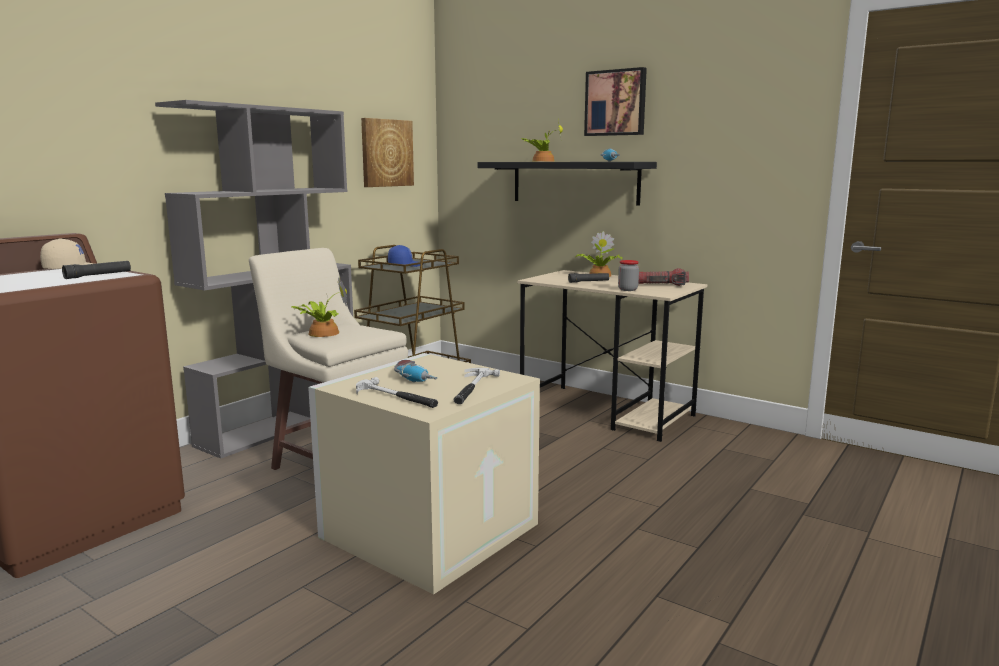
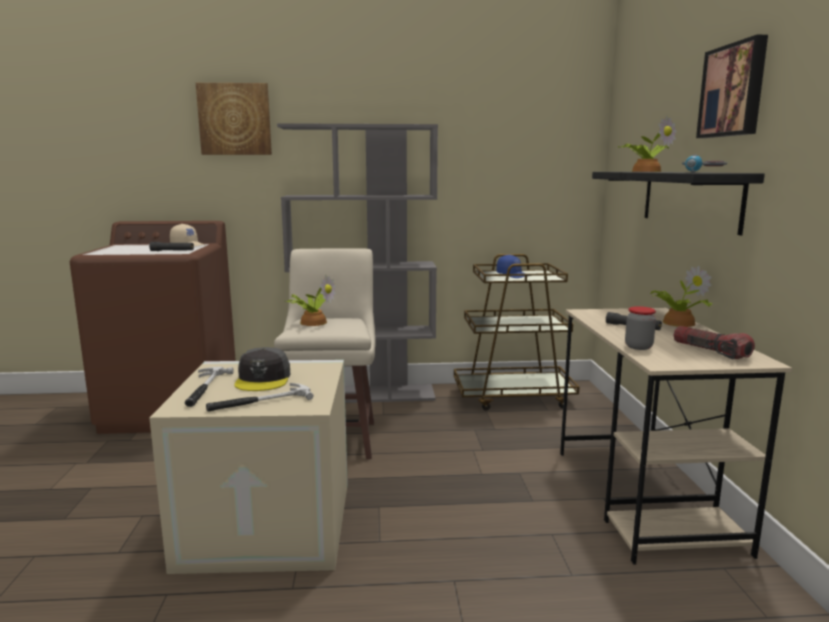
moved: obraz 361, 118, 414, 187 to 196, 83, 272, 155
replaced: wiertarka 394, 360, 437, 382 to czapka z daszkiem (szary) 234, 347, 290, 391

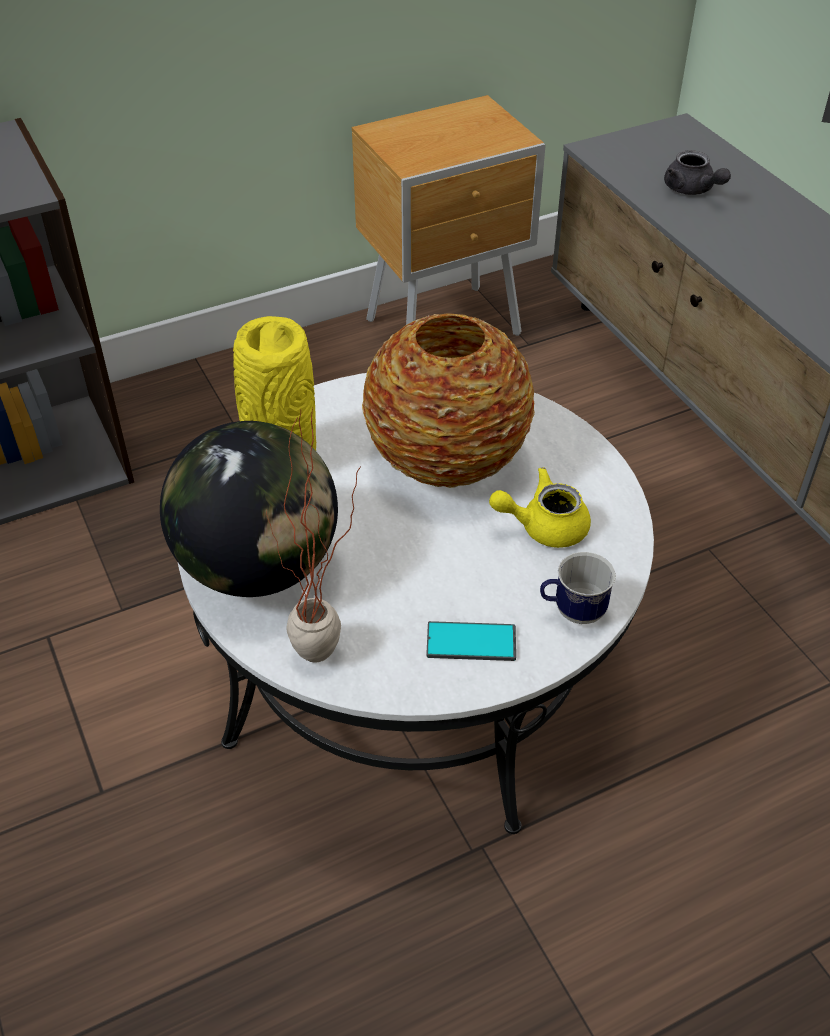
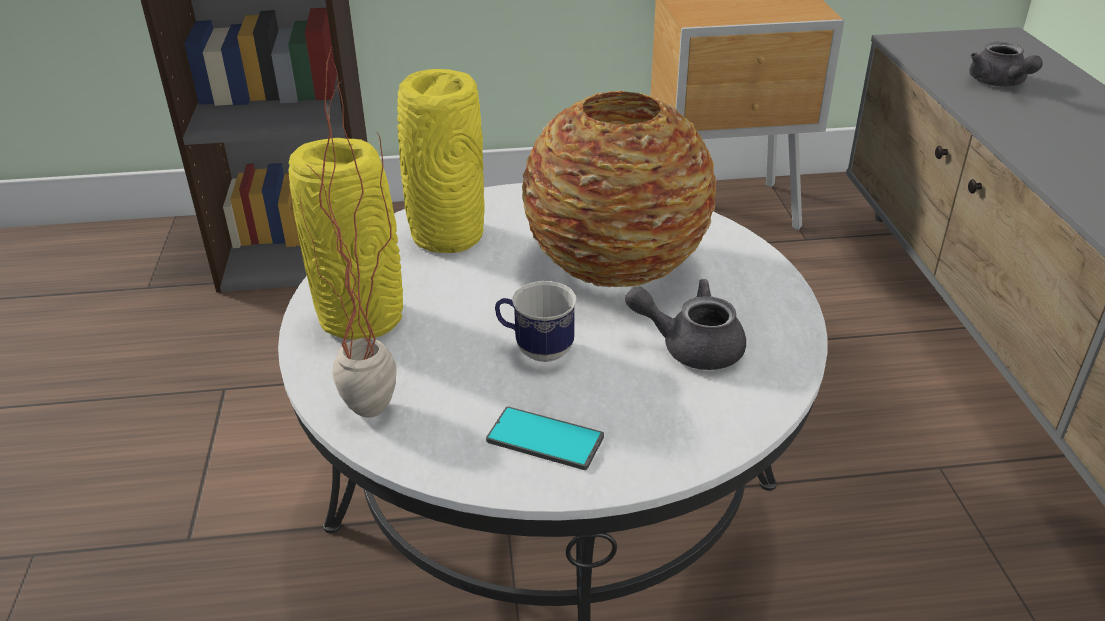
moved: kubek 540, 552, 616, 624 to 495, 281, 577, 362
replaced: globus 160, 421, 338, 597 to wazon (żółty) 288, 138, 403, 340
recoloured: imbryk (żółty) 489, 467, 591, 548 to imbryk (szary) 625, 279, 746, 370

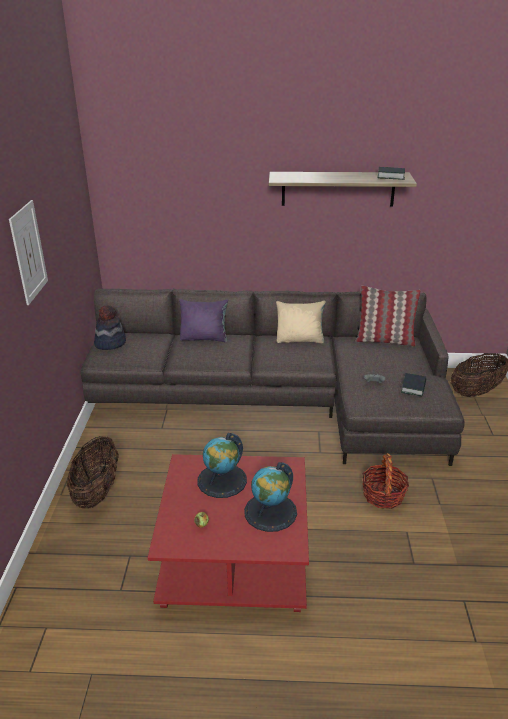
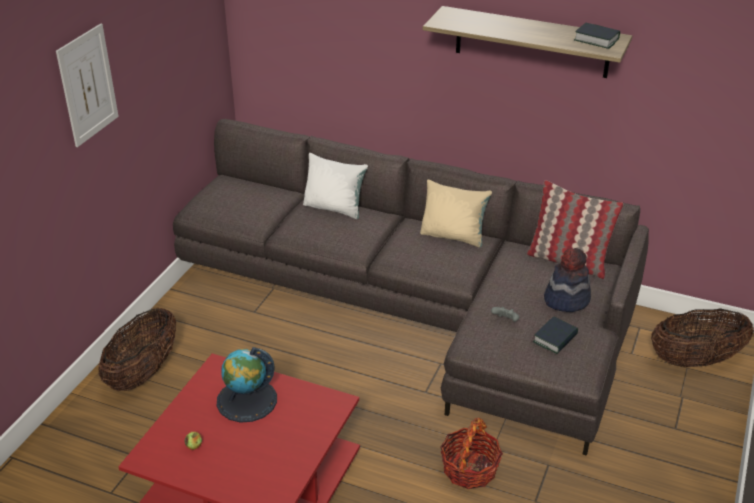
removed: globus 244, 462, 297, 532
moved: kapelusz 94, 305, 126, 350 to 544, 248, 591, 312
recoloured: poduszka (fioletowy) 179, 299, 228, 342 to poduszka (biały) 303, 153, 368, 219

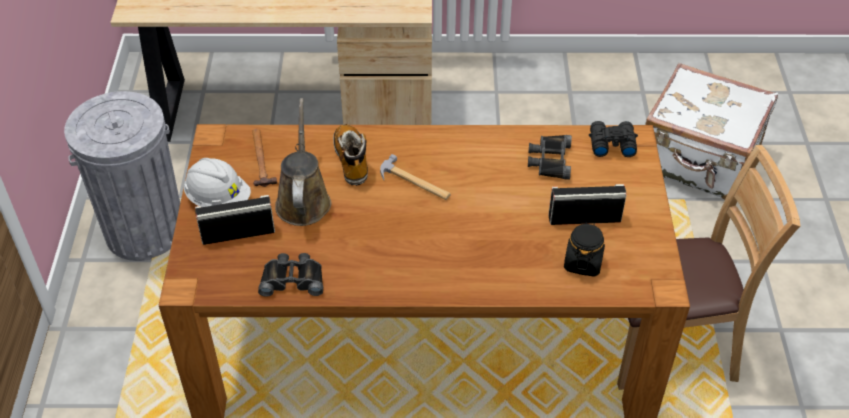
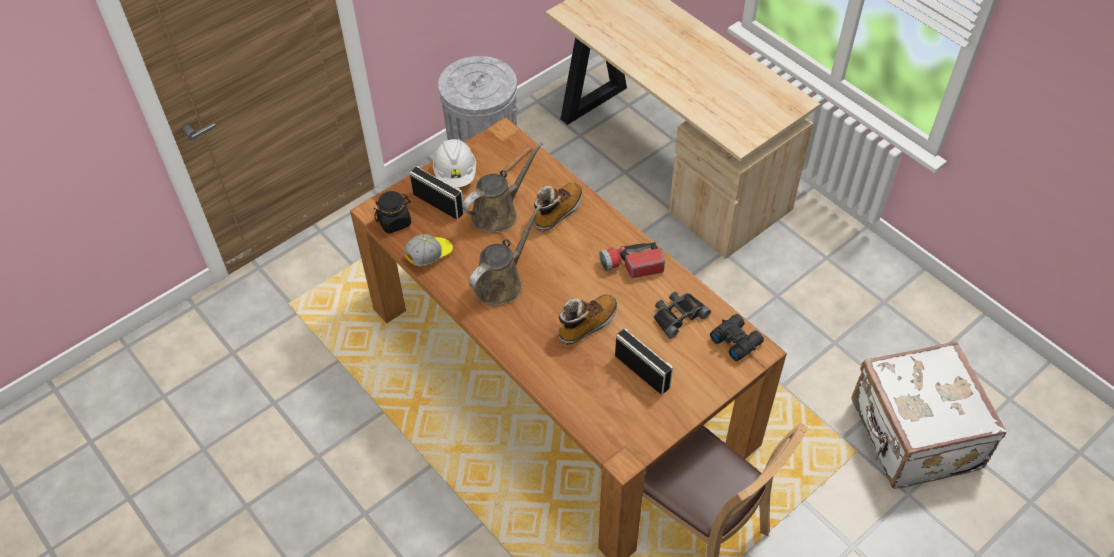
removed: młotek 380, 154, 451, 200
added: konewka (brązowy) 469, 205, 542, 306; but z cholewką 558, 294, 618, 345; latarka 599, 242, 665, 278
moved: słoik (czarny) 564, 222, 605, 276 to 374, 191, 411, 234
replaced: lornetka (czarny) 258, 253, 323, 297 to czapka z daszkiem 404, 234, 453, 266

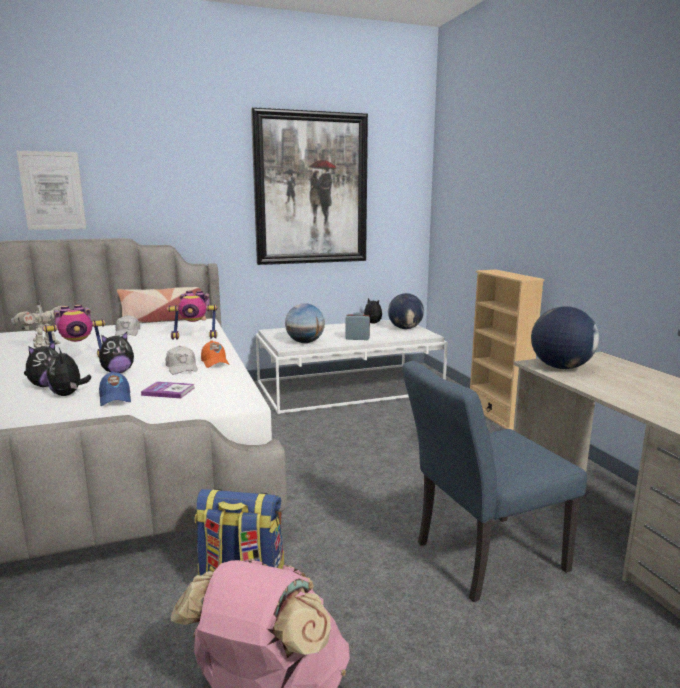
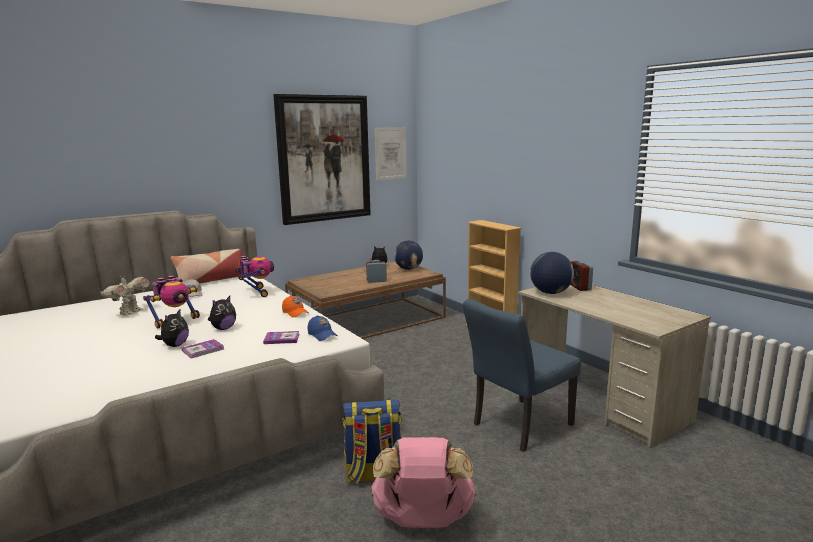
removed: czapka z daszkiem (biały) 166, 346, 198, 375; globus 285, 303, 325, 343
added: budzik 570, 260, 593, 291
moved: czapka z daszkiem (niebieski) 99, 371, 131, 406 to 307, 315, 337, 341; obraz 17, 151, 86, 230 to 375, 127, 407, 180
replaced: pluszak 46, 348, 91, 396 to książka 181, 339, 224, 359
recoloured: ława (biały) 256, 320, 448, 414 to ława (brązowy) 285, 262, 446, 339
turned: robot zabawkowy 167, 290, 218, 340 = 235, 256, 275, 297 90 degrees counterclockwise

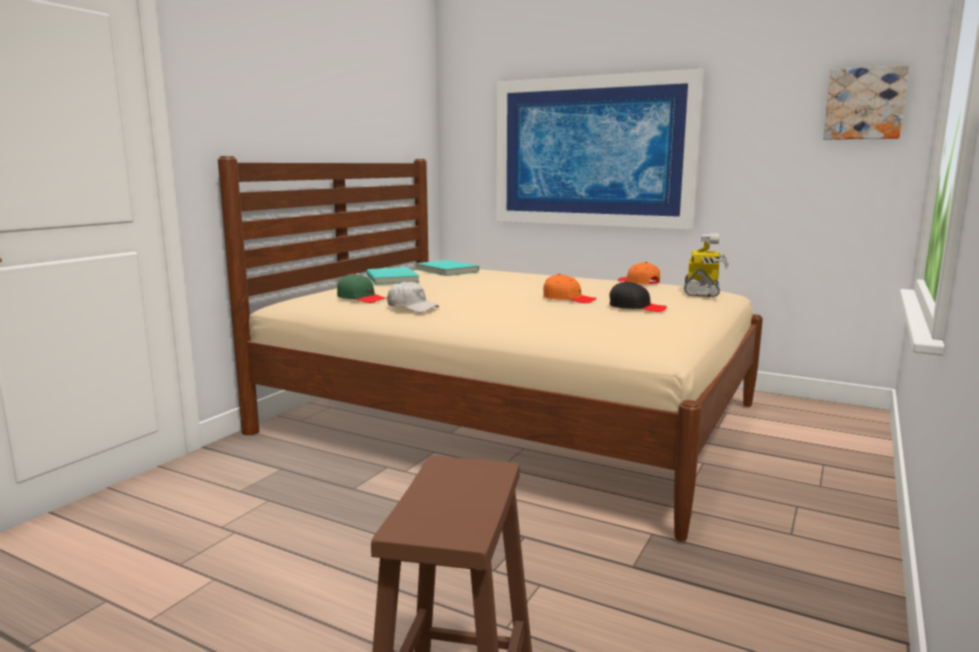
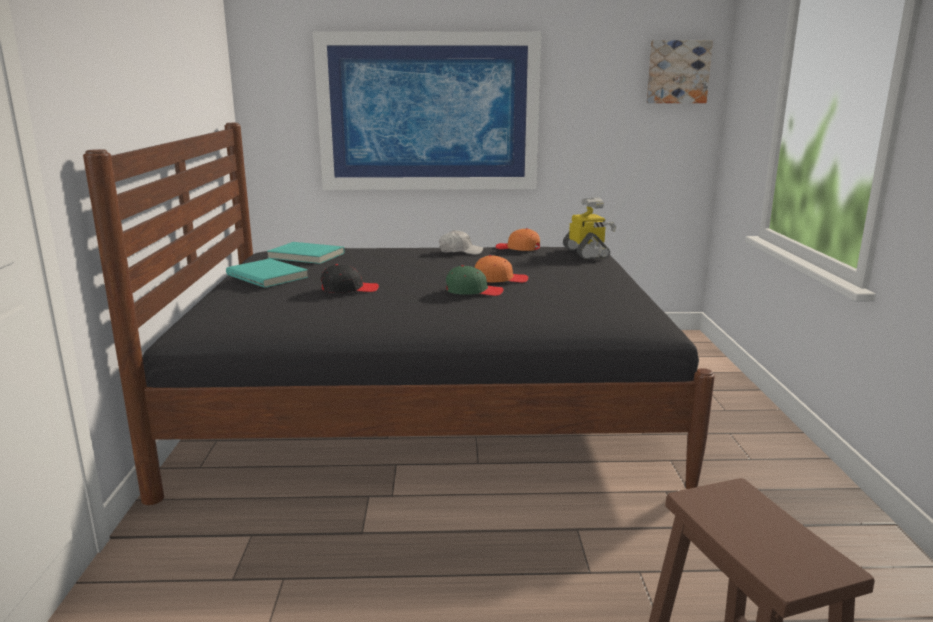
moved: czapka z daszkiem (czarny) 609, 281, 667, 312 to 321, 264, 379, 293; czapka z daszkiem (biały) 387, 281, 439, 313 to 439, 230, 483, 255; czapka z daszkiem (zielony) 337, 273, 387, 303 to 446, 265, 504, 296
recoloured: łóżko (beżowy) 218, 156, 763, 541 to łóżko (czarny) 83, 123, 715, 505

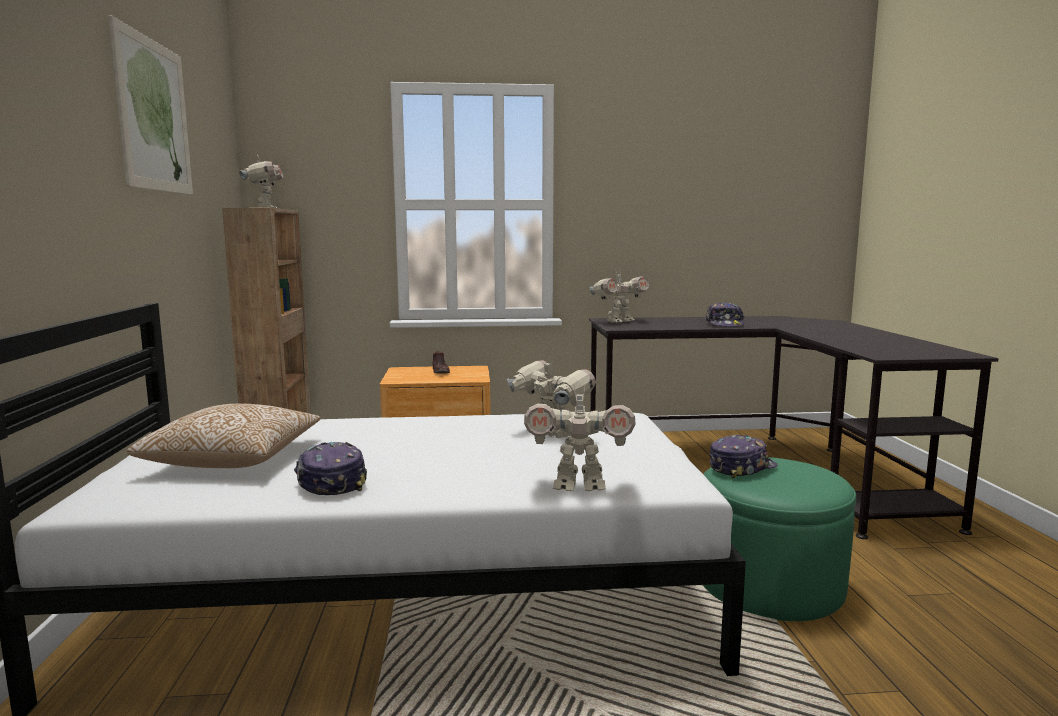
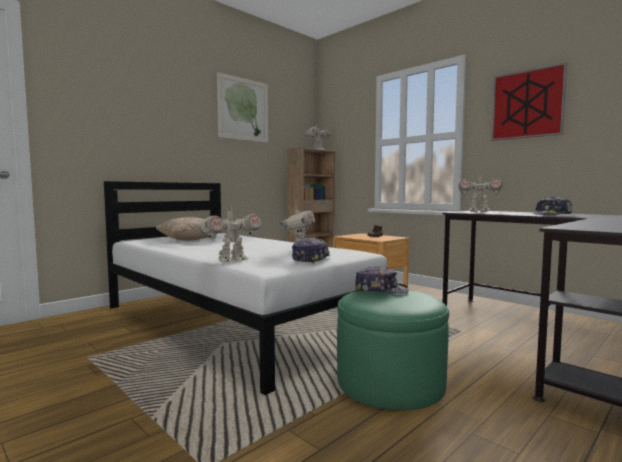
added: obraz 491, 62, 567, 141
moved: czapka z daszkiem 294, 442, 367, 495 to 292, 238, 331, 263
turned: robot zabawkowy 524, 385, 636, 491 = 198, 207, 262, 262 90 degrees counterclockwise

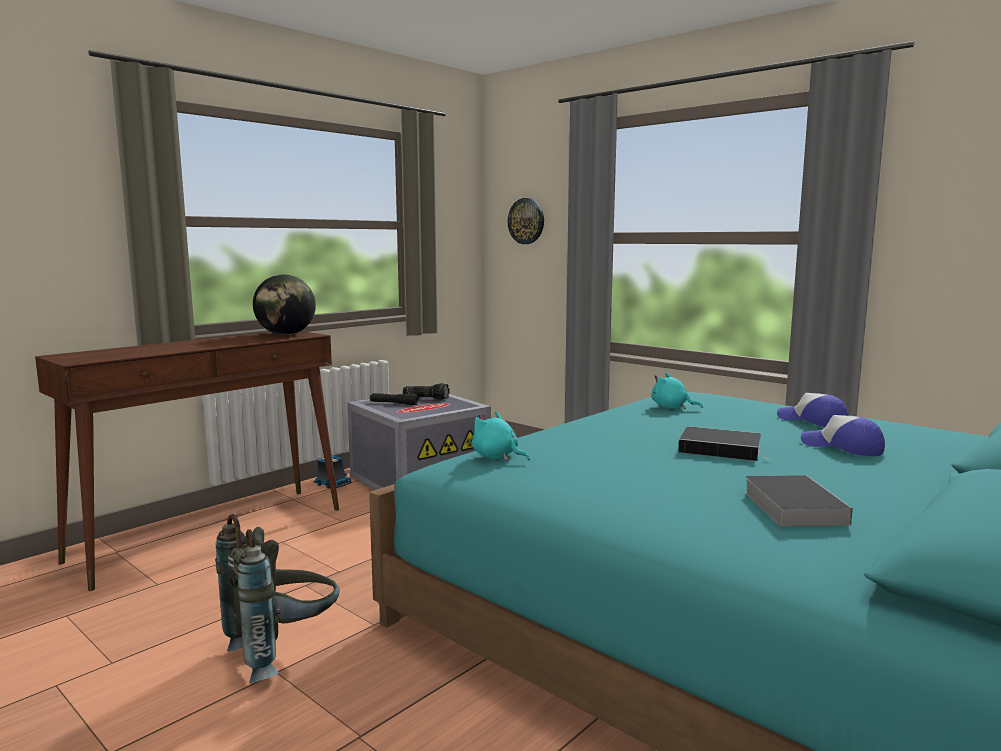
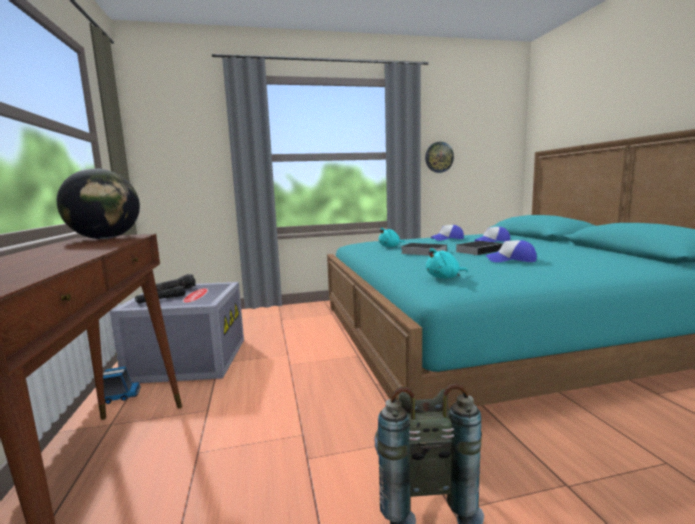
added: czapka z daszkiem 486, 240, 537, 262
moved: książka 744, 475, 853, 526 to 401, 243, 447, 256; zegar ścienny 507, 198, 544, 244 to 425, 142, 454, 173

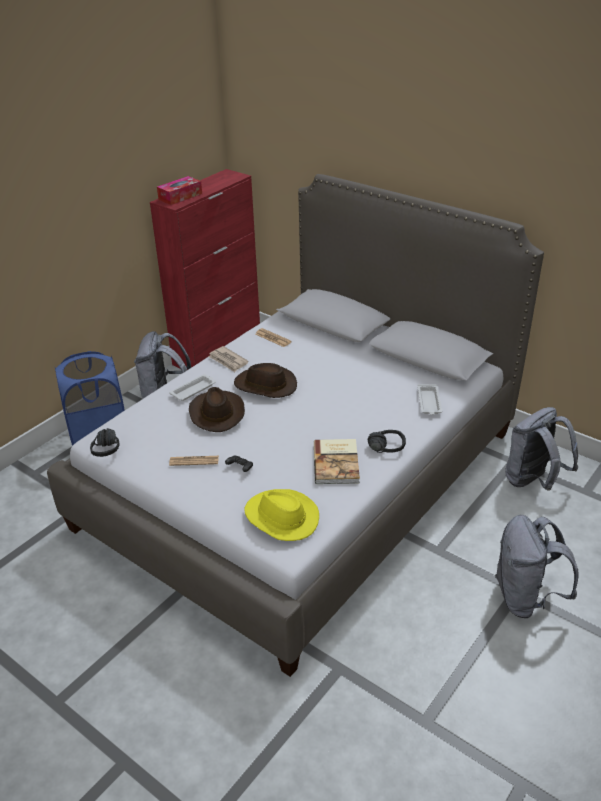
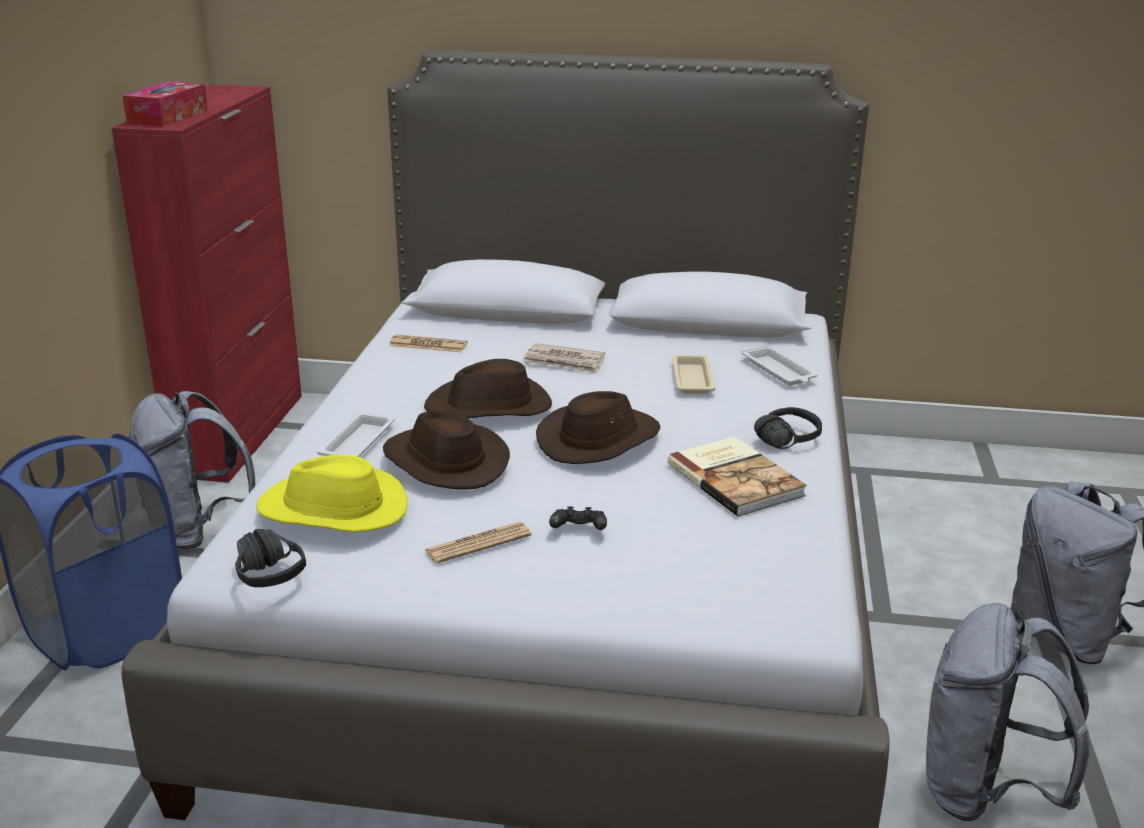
added: kapelusz (brązowy) 536, 391, 660, 464; taca (beżowy) 672, 355, 715, 394
moved: kapelusz (żółty) 244, 489, 319, 541 to 257, 455, 408, 533; gazeta 208, 346, 249, 372 to 524, 343, 605, 374; plecak (szary) 505, 407, 578, 490 to 926, 603, 1090, 821

